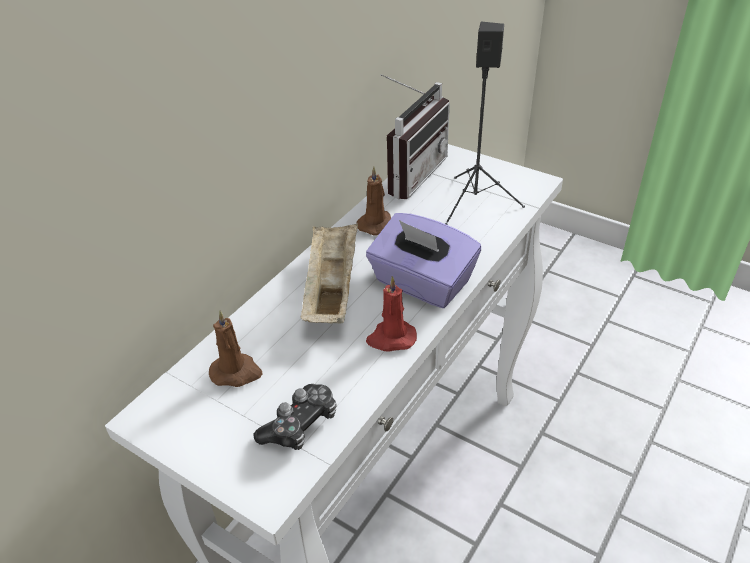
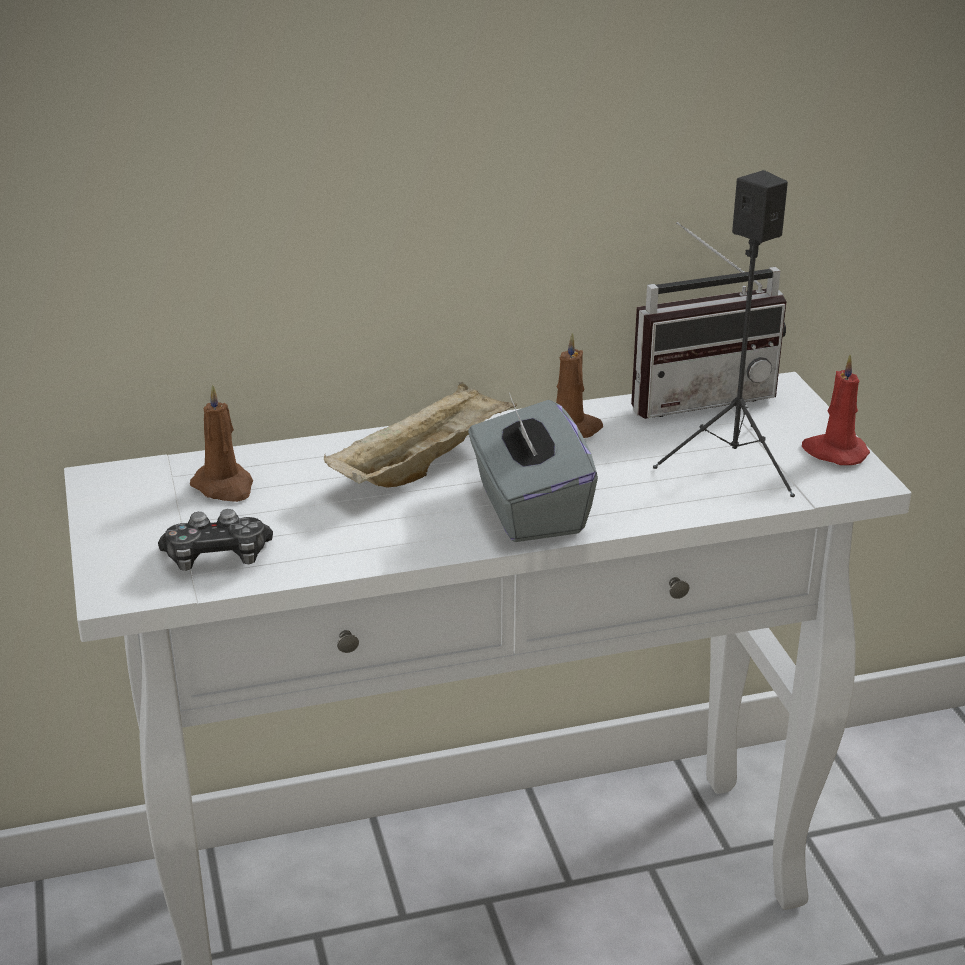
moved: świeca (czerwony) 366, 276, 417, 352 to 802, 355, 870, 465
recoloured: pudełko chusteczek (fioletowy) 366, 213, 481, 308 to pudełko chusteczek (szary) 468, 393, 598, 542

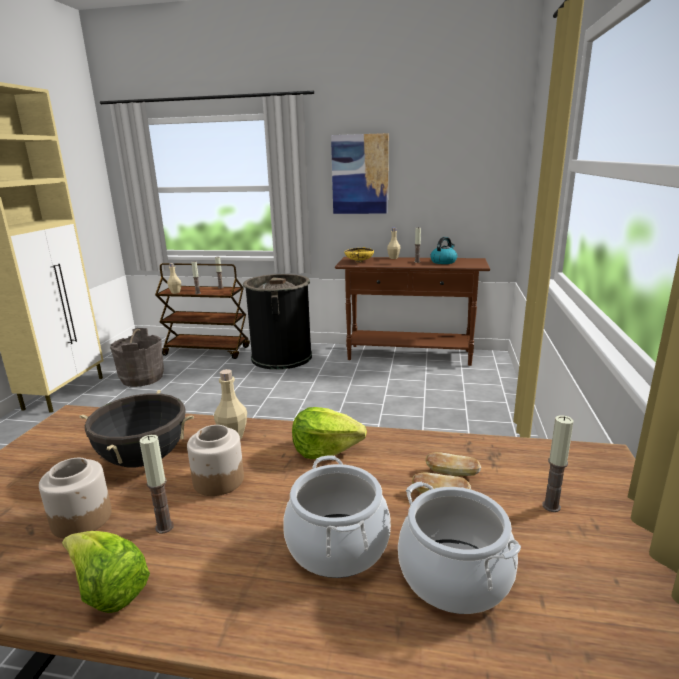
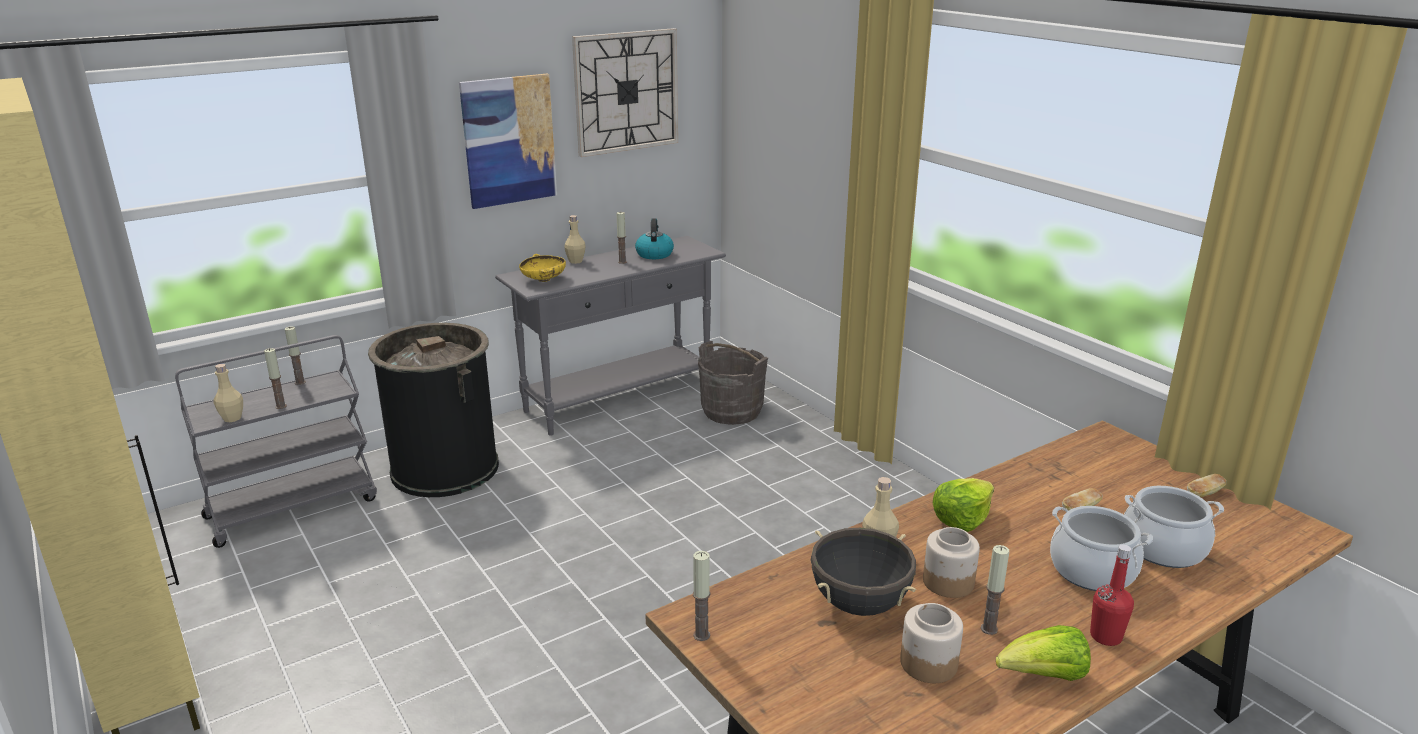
added: zegar ścienny 572, 28, 678, 157; butelka (czerwony) 1090, 544, 1134, 646
moved: świeca 542, 415, 574, 512 to 693, 551, 711, 641; wiadro (szary) 110, 328, 164, 387 to 698, 341, 768, 425; chleb 426, 452, 481, 476 to 1187, 474, 1227, 497
recoloured: wózek (brązowy) 155, 263, 250, 359 to wózek (szary) 175, 335, 377, 548; stolik konsolowy (brązowy) 335, 257, 490, 366 to stolik konsolowy (szary) 495, 236, 726, 436

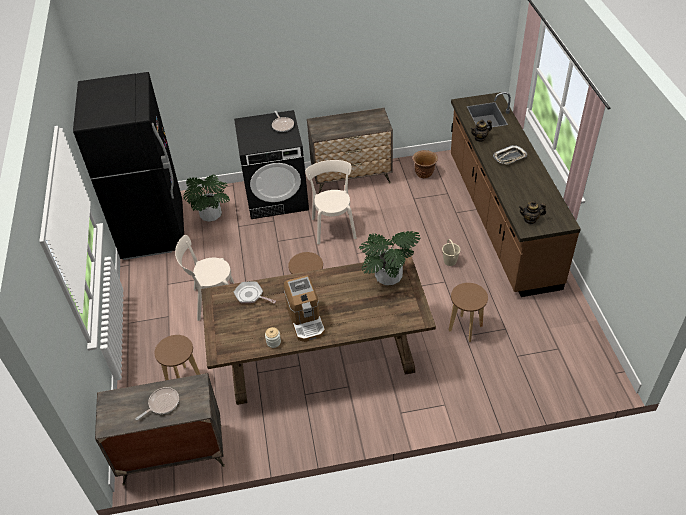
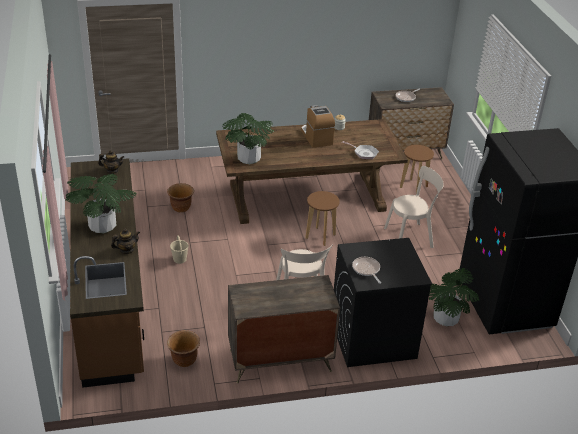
replaced: taca 493, 145, 527, 164 to roślina doniczkowa 65, 174, 137, 233; stołek (brązowy) 449, 283, 488, 342 to donica (brązowy) 167, 183, 194, 213

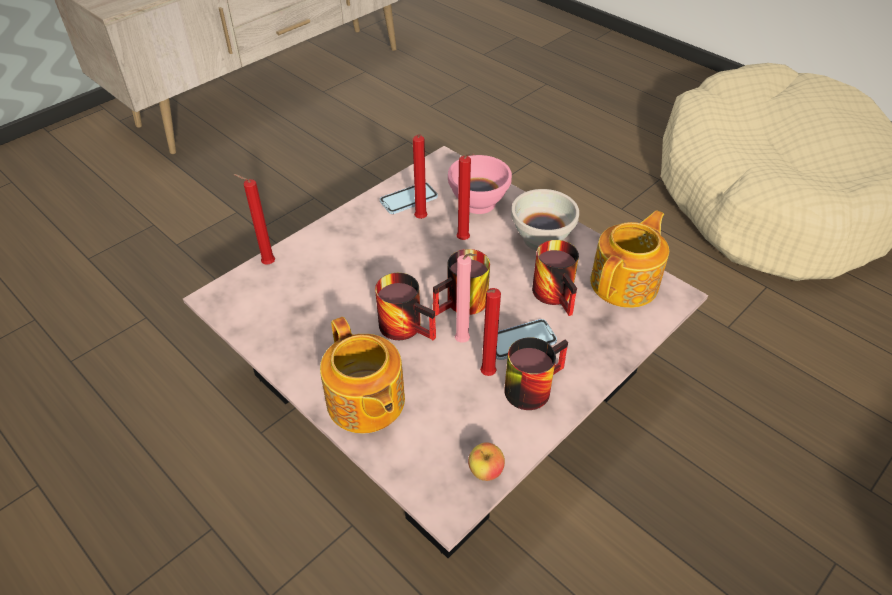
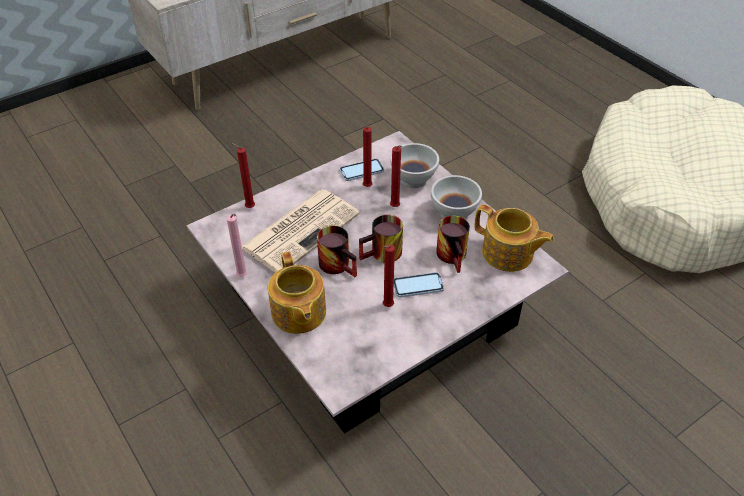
removed: jabłko 468, 442, 505, 481; kubek 504, 337, 568, 410
added: gazeta 242, 190, 360, 273
moved: świeca (różowy) 455, 253, 477, 343 to 227, 214, 247, 277
recoloured: miska (różowy) 448, 155, 512, 214 to miska (biały) 391, 143, 439, 189
turned: imbryk 590, 210, 669, 308 = 474, 204, 554, 272 75 degrees clockwise

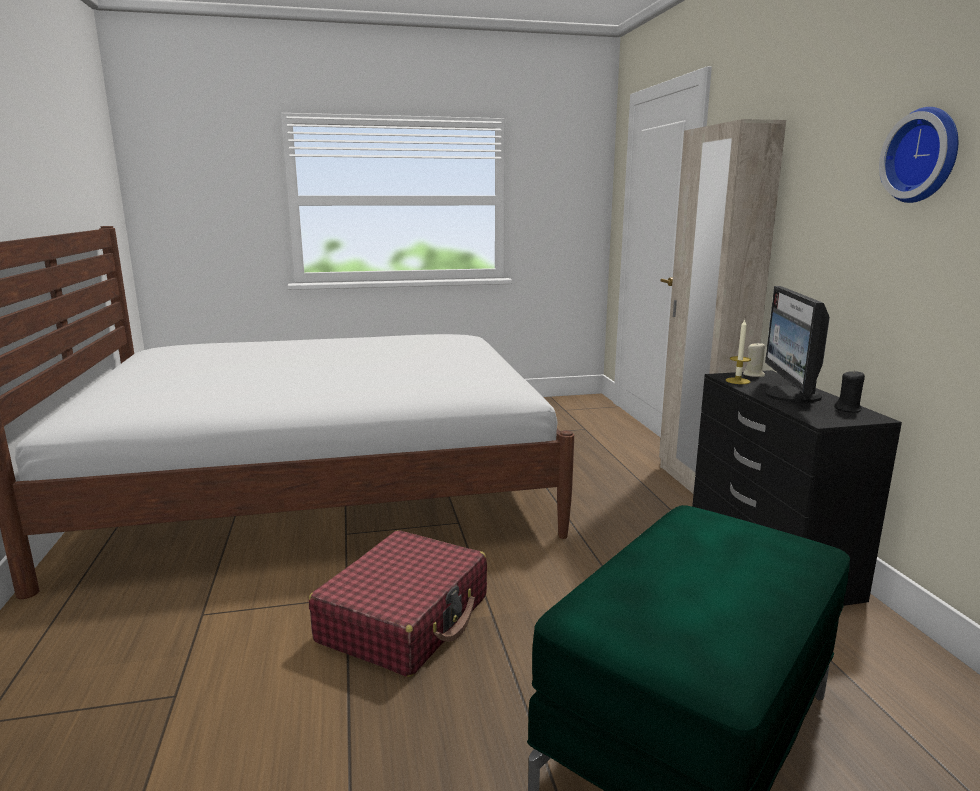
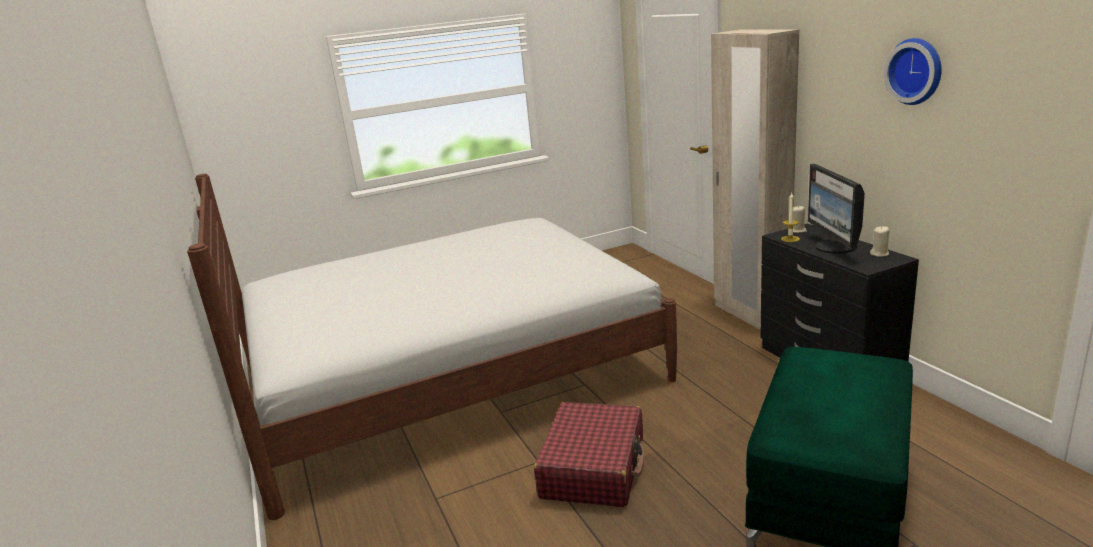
recoloured: świeca (czarny) 834, 370, 865, 412 to świeca (beżowy) 870, 226, 890, 257

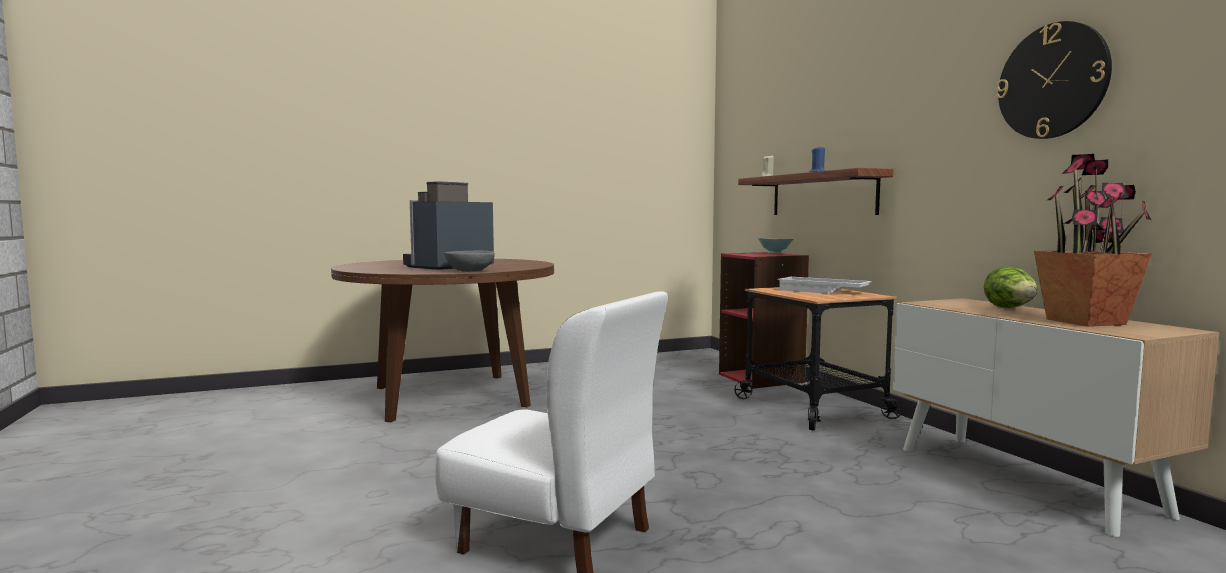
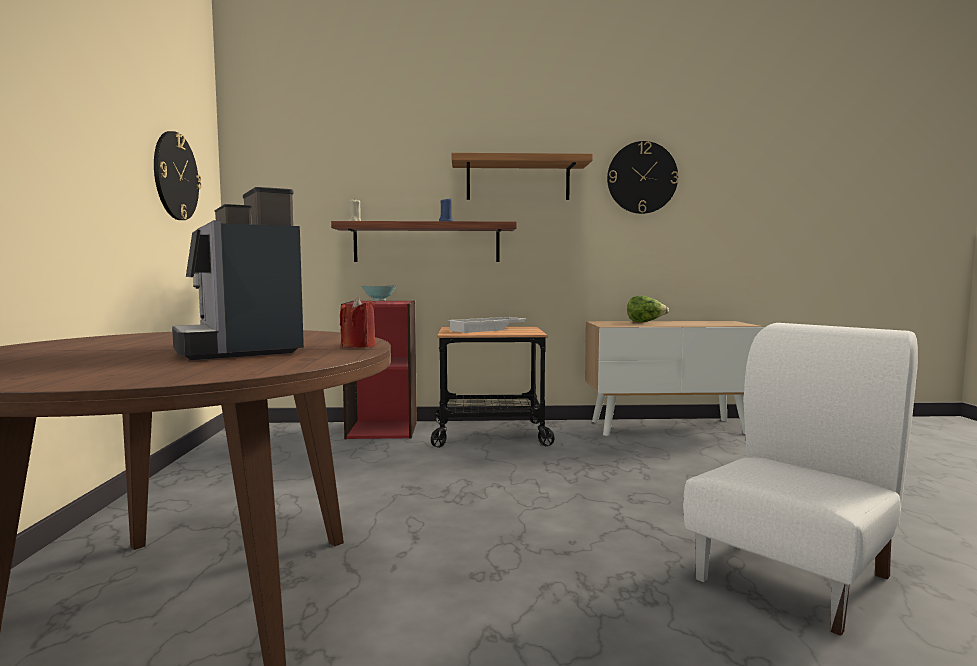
removed: roślina doniczkowa 1034, 154, 1152, 327
added: zegar ścienny 154, 131, 202, 220; półka 451, 153, 593, 200
replaced: miska (szary) 444, 251, 495, 272 to świeca (czerwony) 340, 297, 375, 348

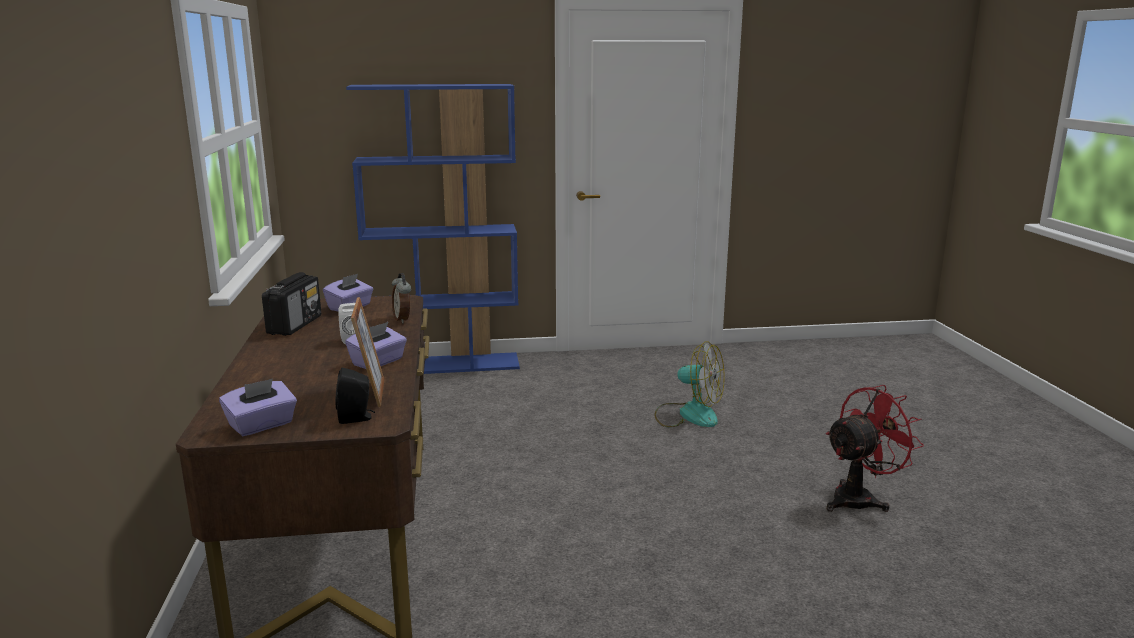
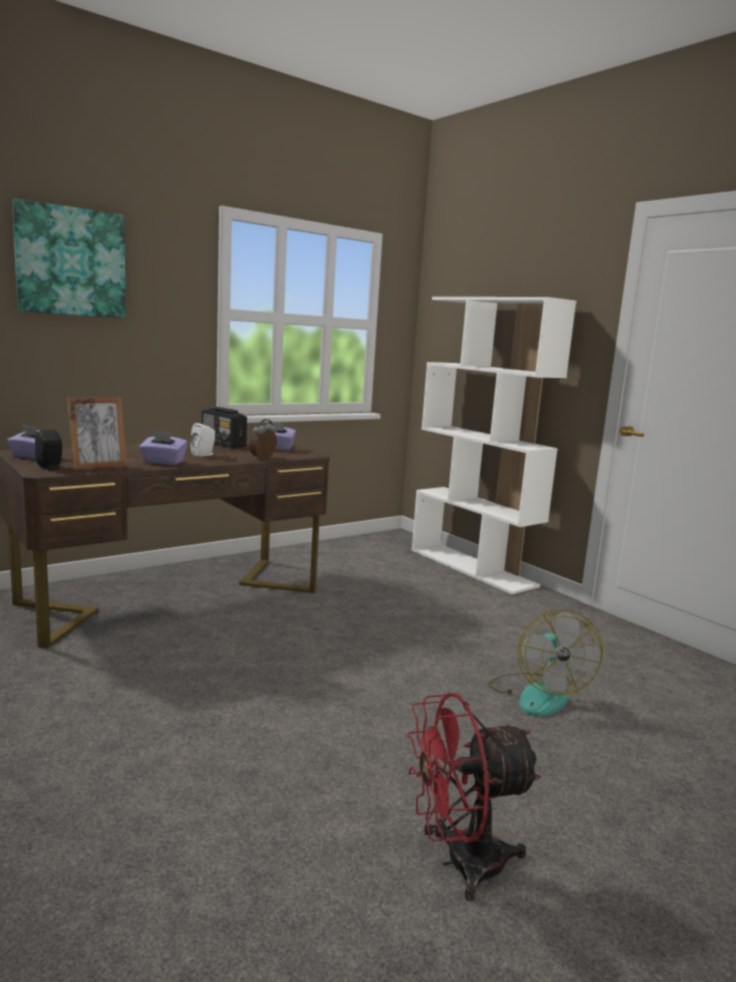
added: obraz 12, 198, 126, 318
recoloured: regał (niebieski) 346, 84, 520, 374 to regał (biały) 412, 297, 576, 594
turned: radio 262, 272, 321, 336 = 202, 407, 247, 448 60 degrees clockwise; wentylator (czerwony) 826, 385, 924, 512 = 406, 693, 541, 902 135 degrees clockwise

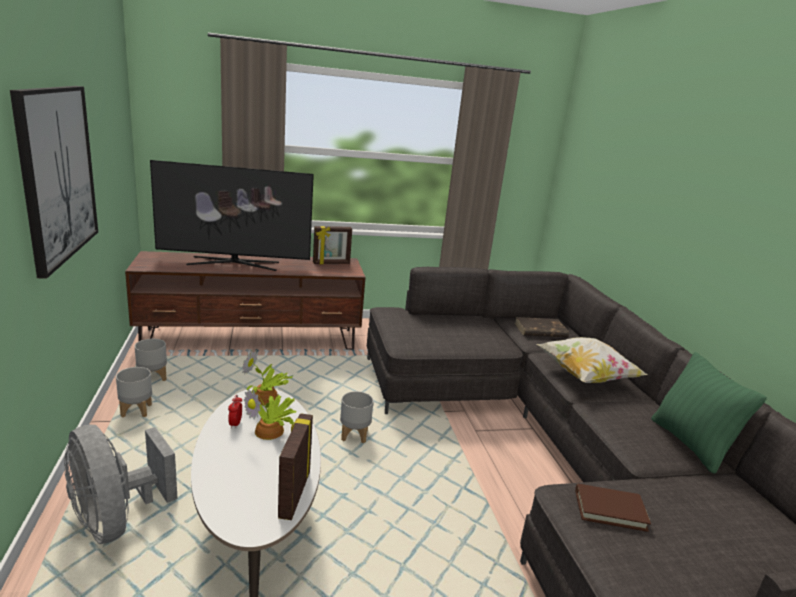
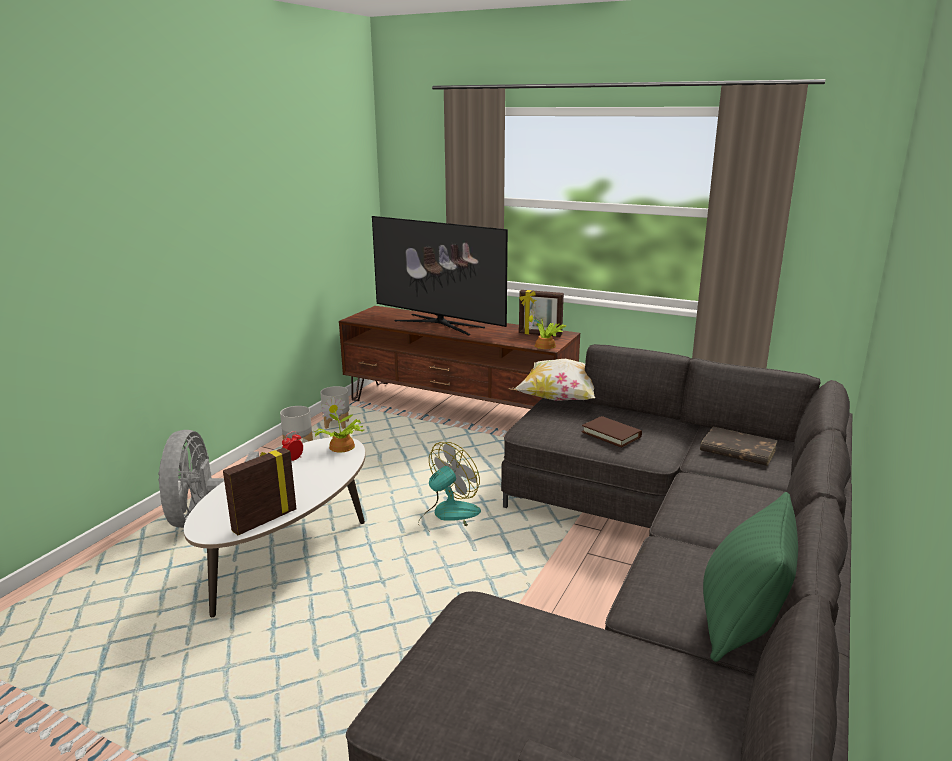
removed: obraz 10, 86, 98, 279
moved: poduszka 537, 337, 648, 383 to 514, 359, 595, 401; roślina doniczkowa 244, 389, 296, 440 to 529, 309, 567, 349; książka (brązowy) 575, 483, 651, 532 to 582, 416, 642, 447
replaced: donica (szary) 340, 391, 374, 443 to wentylator 418, 442, 481, 530

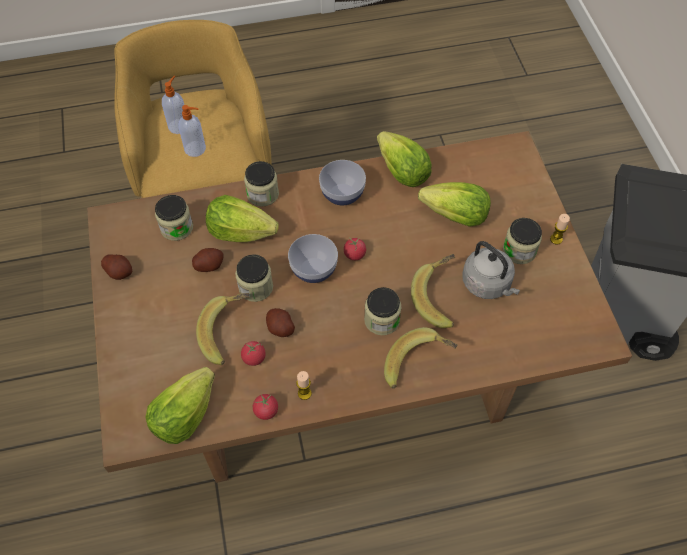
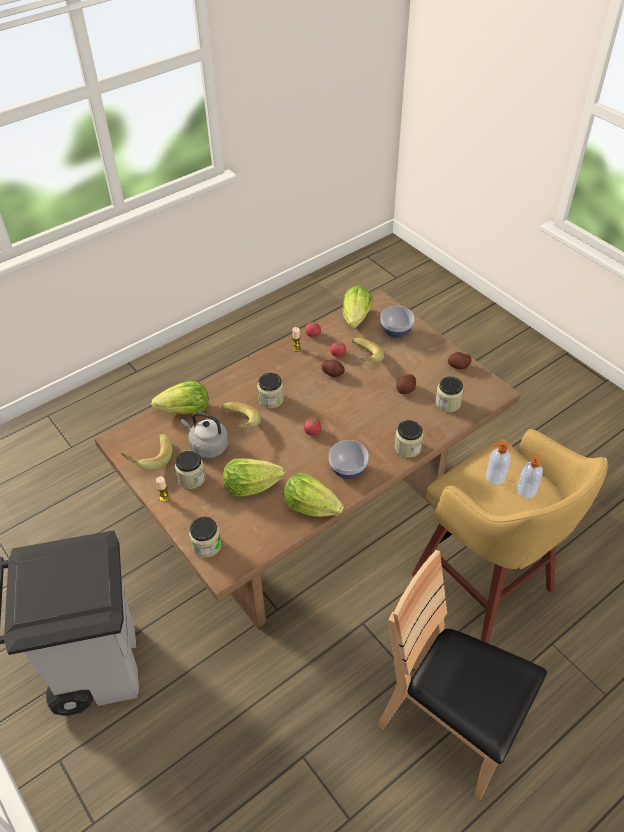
added: krzesło (brązowy) 377, 550, 547, 800
moved: banan 384, 327, 458, 388 to 120, 433, 172, 470; sałata 206, 195, 279, 242 to 151, 381, 209, 414; słoik 235, 254, 273, 302 to 189, 517, 222, 558; miska 288, 234, 338, 283 to 380, 306, 414, 338

